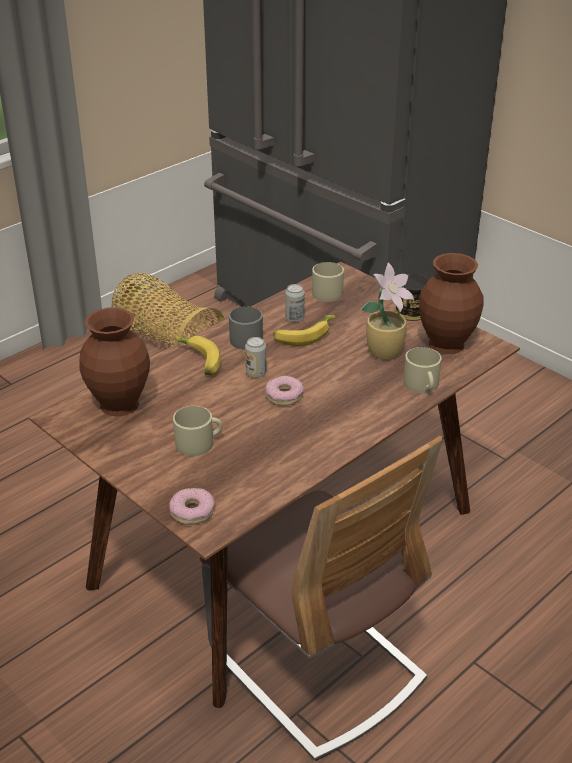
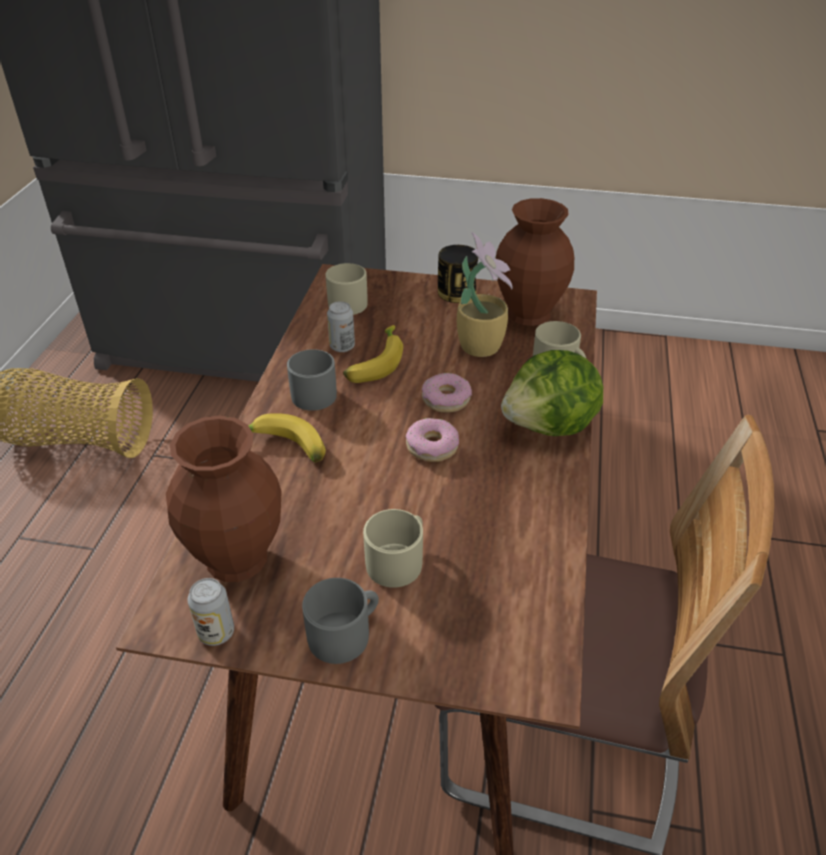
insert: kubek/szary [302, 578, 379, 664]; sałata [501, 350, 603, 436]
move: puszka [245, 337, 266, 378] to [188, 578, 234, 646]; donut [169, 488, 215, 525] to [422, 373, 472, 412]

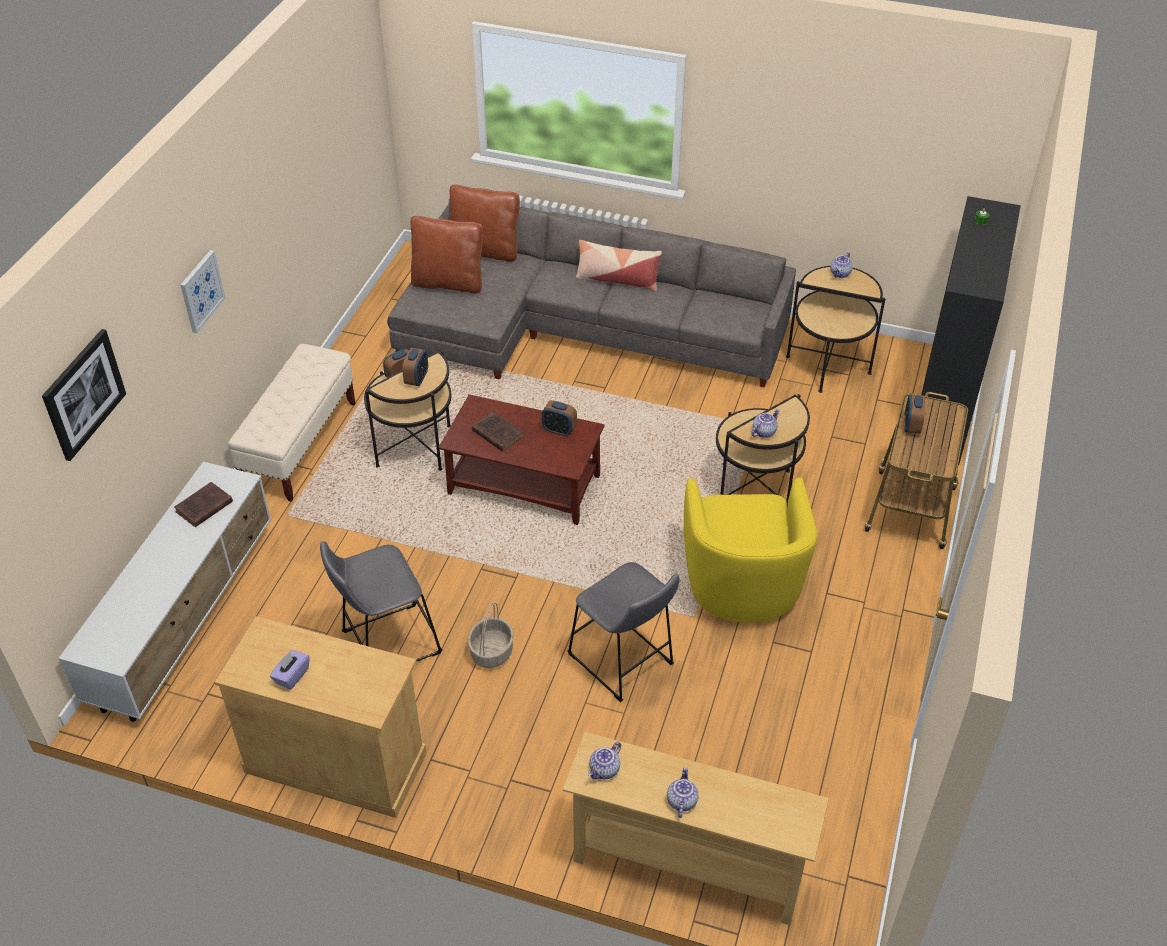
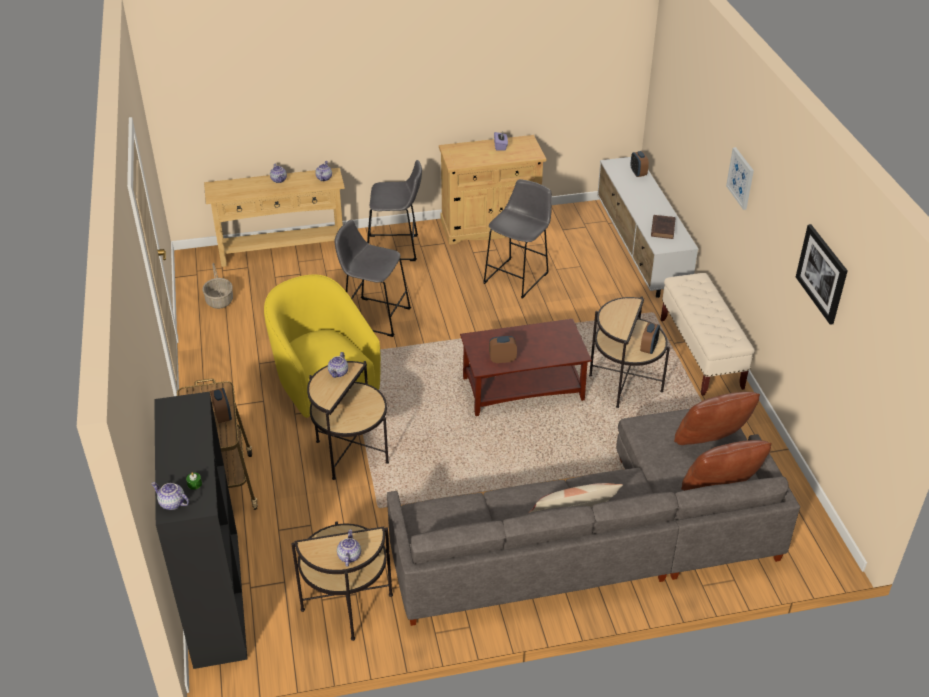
delete: książka/brązowy [472, 411, 524, 452]
insert: imbryk [151, 482, 189, 510]; stołek/szary [367, 160, 422, 261]
move: koszyk [468, 603, 514, 668] to [202, 263, 233, 309]; budzik [402, 348, 428, 386] to [631, 151, 649, 177]; obraz [42, 329, 126, 461] to [796, 224, 848, 325]

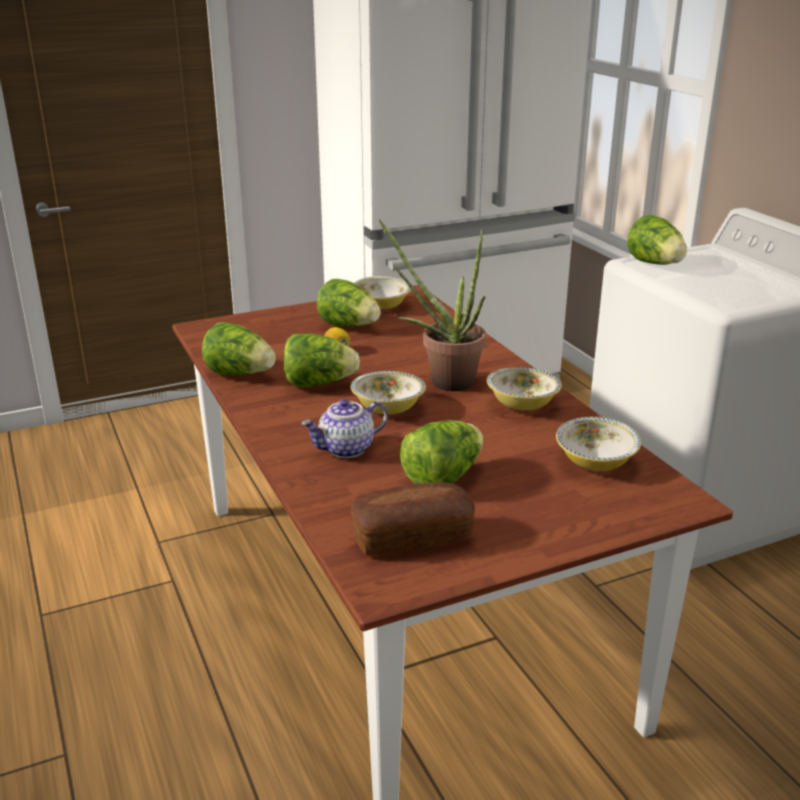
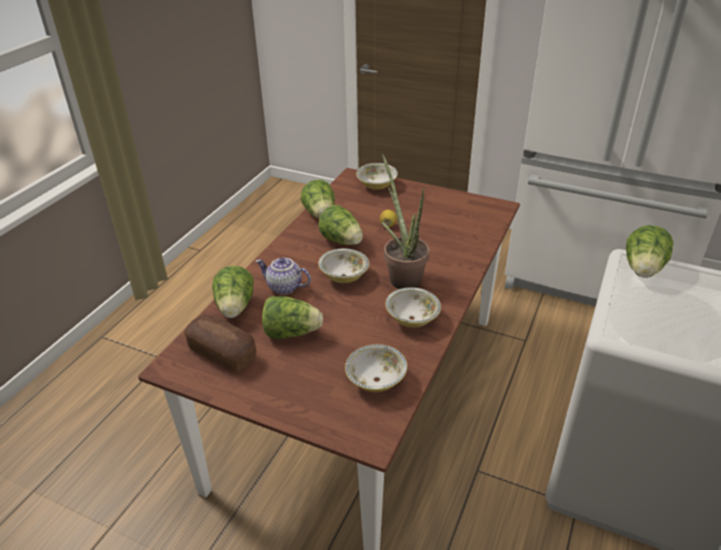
move: sałata [317, 279, 381, 327] to [212, 266, 254, 318]; miska [355, 276, 411, 309] to [356, 163, 398, 190]

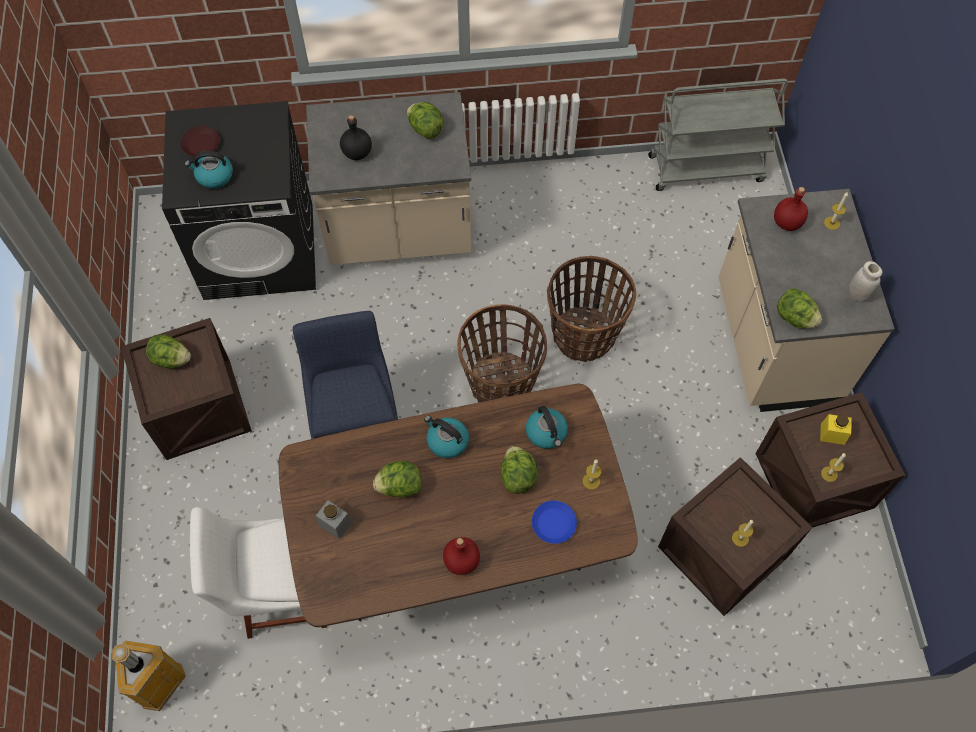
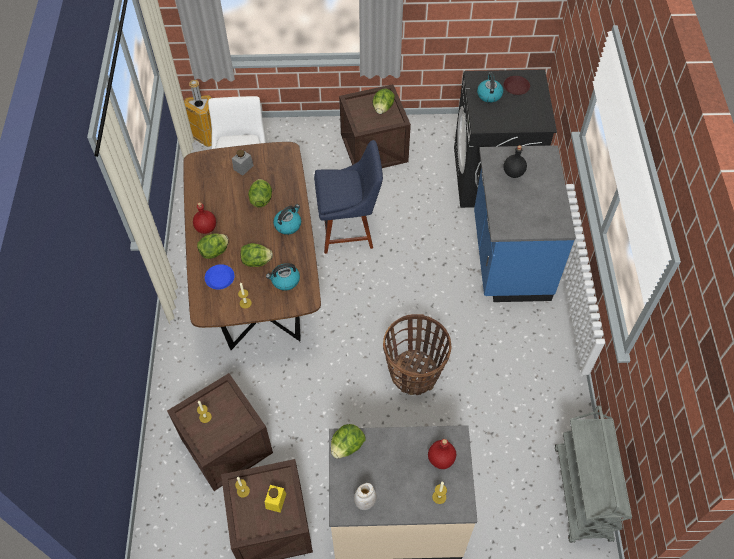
delete: koszyk [457, 304, 547, 403]
move: sałata [407, 102, 443, 139] to [197, 233, 229, 259]
recolor: zabudowa kuchenna/beżowy [306, 92, 471, 265] to zabudowa kuchenna/niebieski [474, 145, 576, 302]

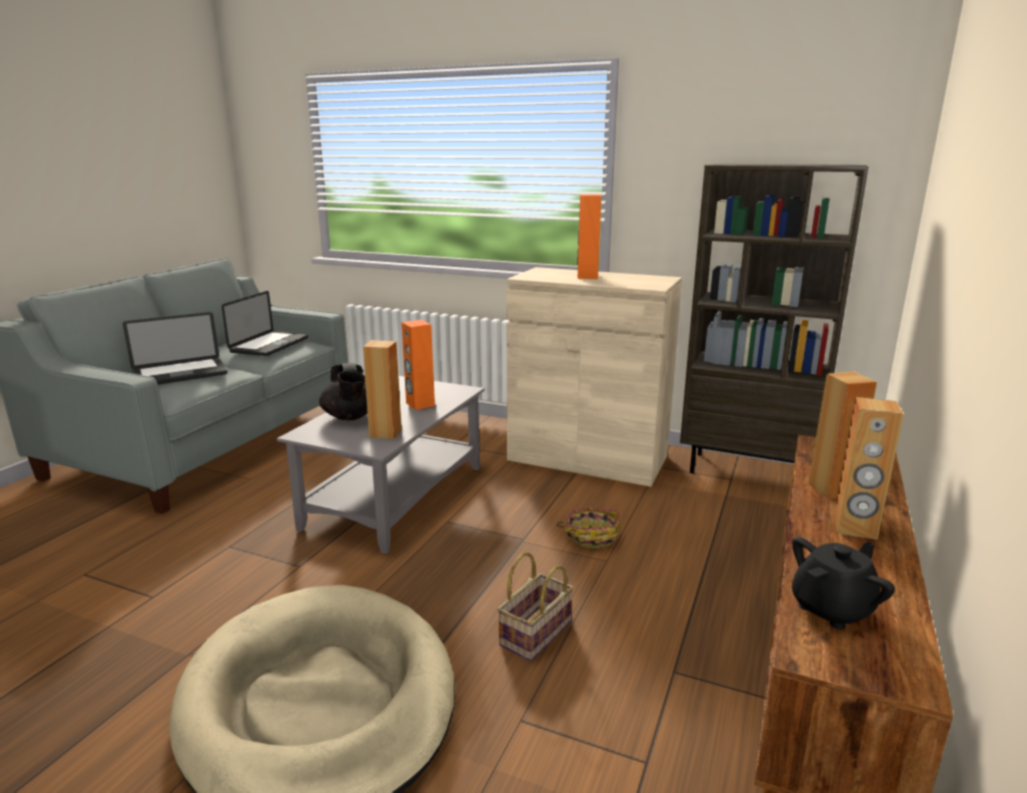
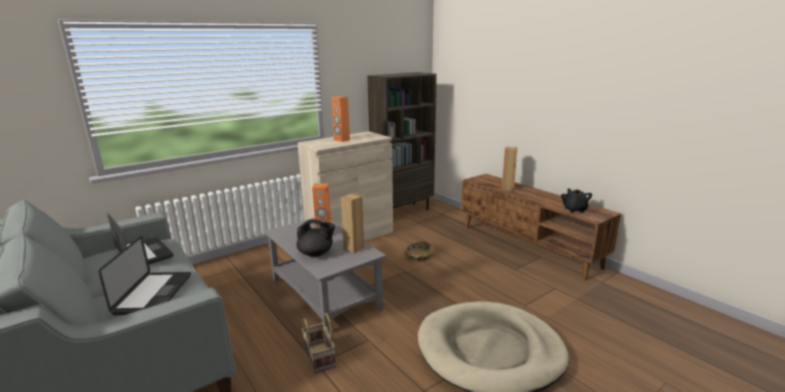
delete: głośnik/brązowy [834, 397, 904, 540]
move: koszyk [497, 552, 574, 661] to [302, 313, 336, 374]

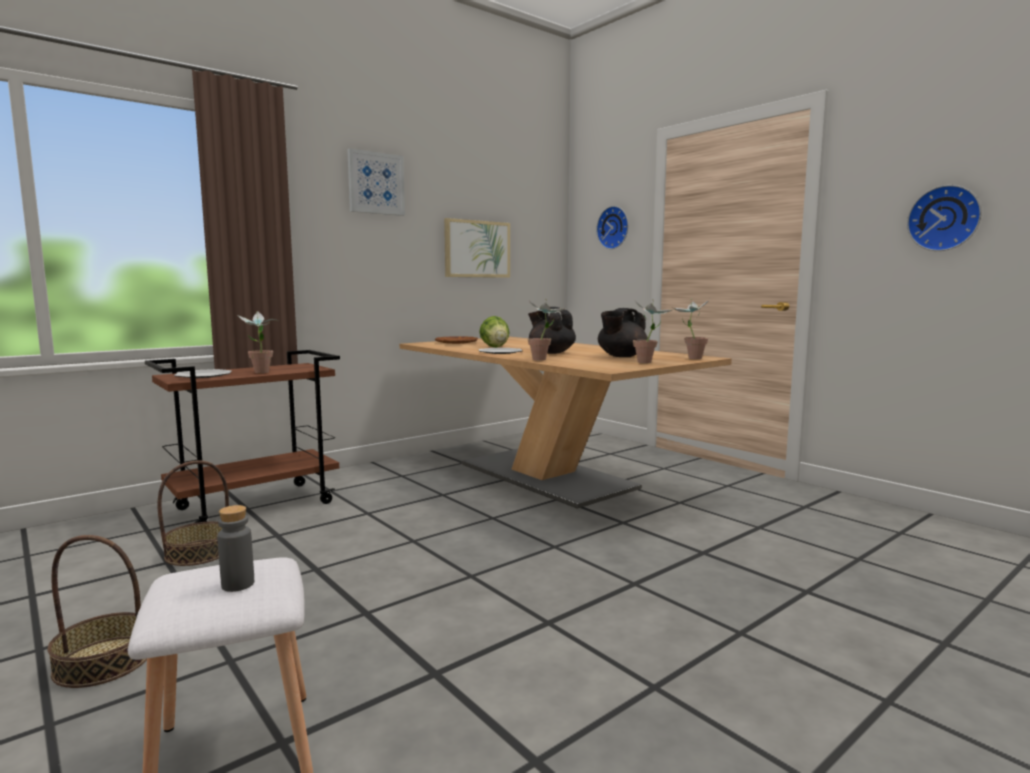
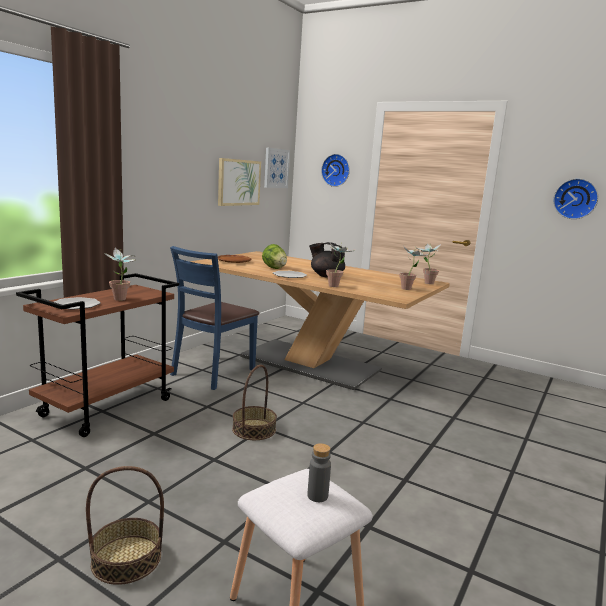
delete: imbryk/czarny [598, 308, 648, 357]
insert: krzesło/niebieski [170, 246, 259, 390]
move: koszyk [157, 460, 229, 566] to [232, 365, 277, 440]; obraz [347, 148, 405, 216] to [264, 147, 290, 188]

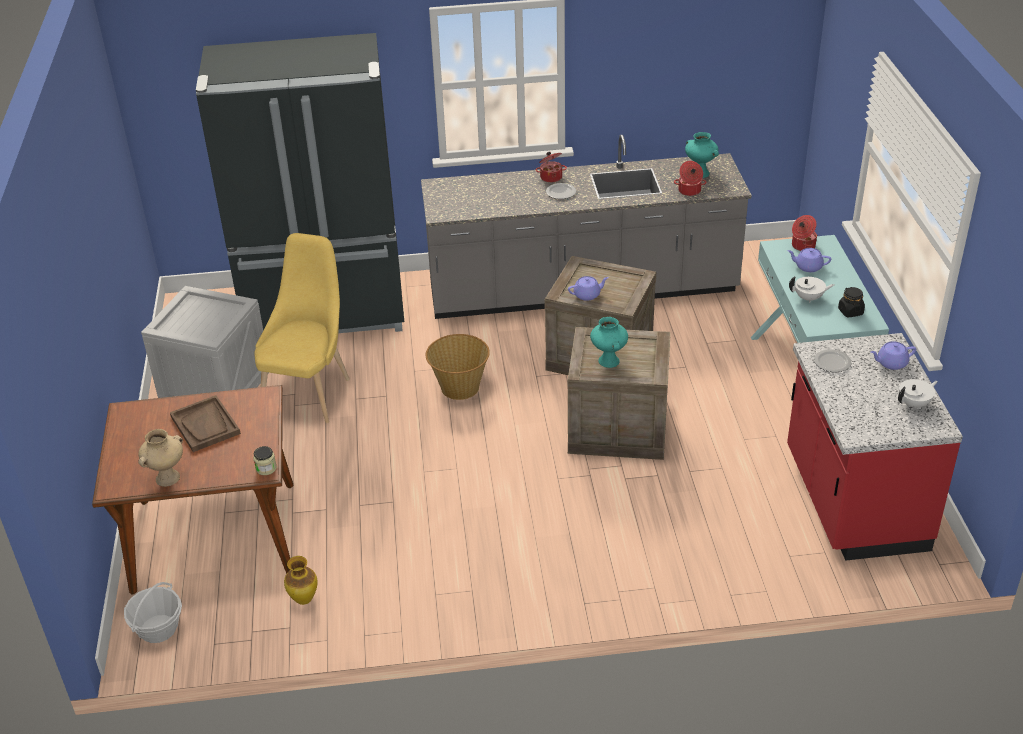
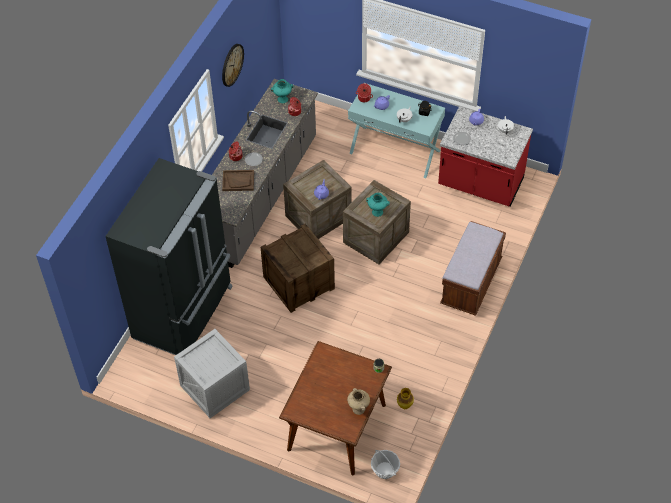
delete: krzesło/żółty [254, 233, 350, 423]
insert: zegar ścienny [222, 44, 244, 87]; ławka/brązowy [440, 221, 506, 316]
move: taca/brązowy [170, 395, 241, 452] to [222, 170, 254, 191]
replace: koszyk [426, 334, 490, 400] to skrzynka [261, 224, 335, 313]

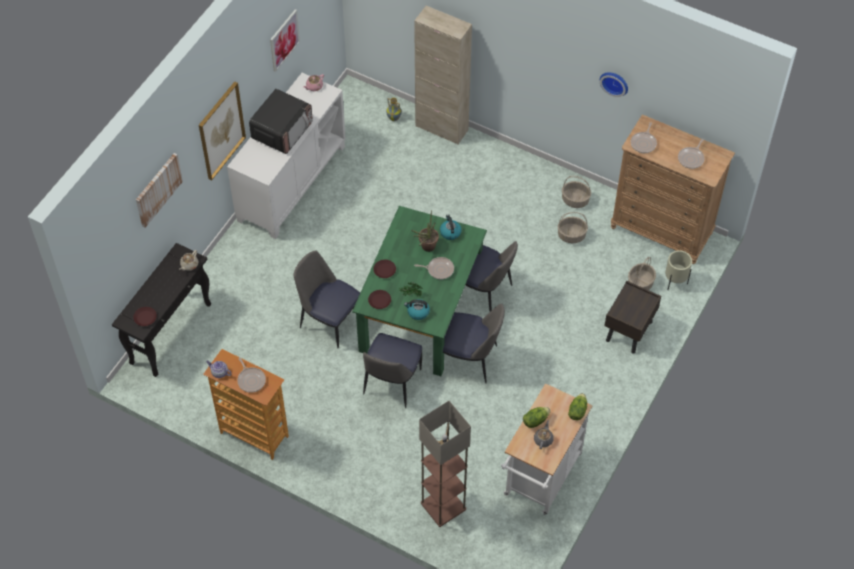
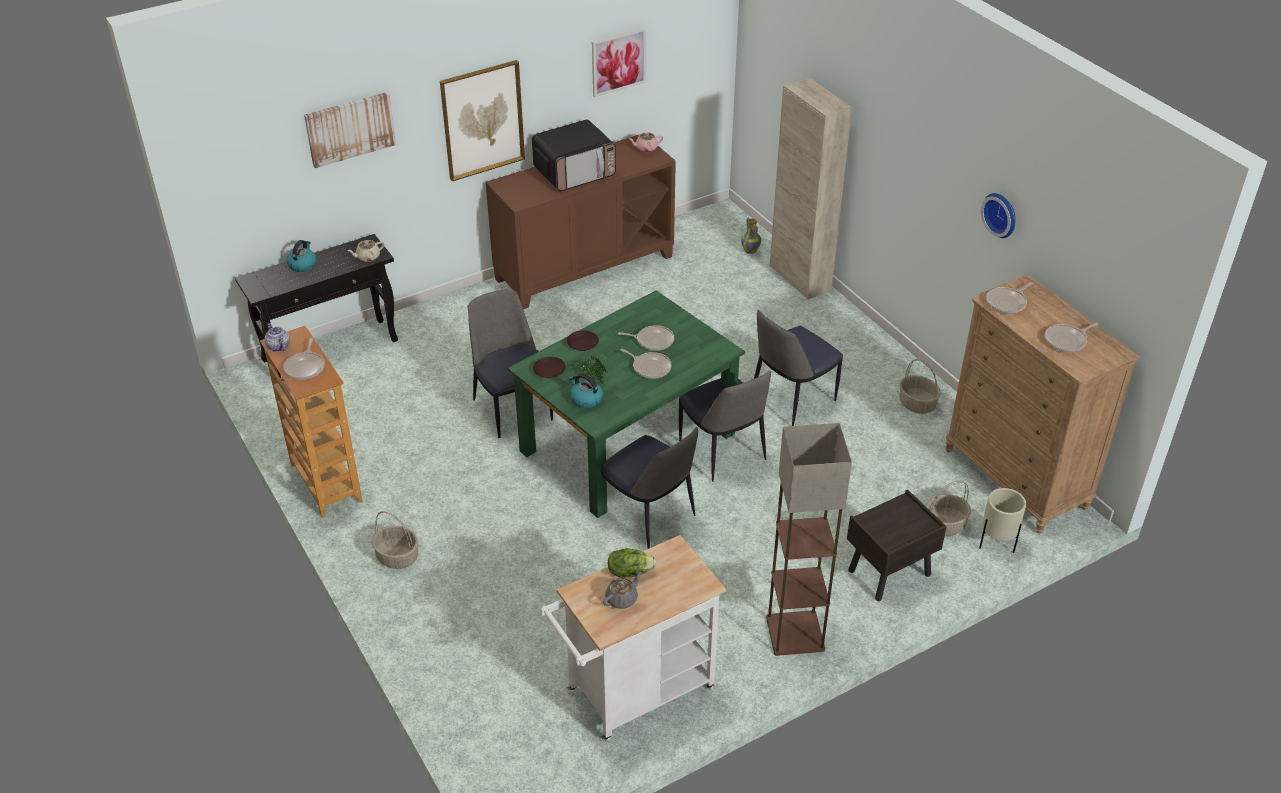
delete: talerz/brązowy [133, 307, 157, 326]; sałata [568, 393, 587, 420]
move: czajnik [440, 214, 462, 240] to [287, 240, 317, 272]; koszyk [558, 212, 588, 243] to [372, 511, 418, 569]; krzesło [363, 333, 422, 408] to [754, 310, 843, 426]; lampa stojąca [419, 401, 471, 527] to [766, 423, 852, 656]
replace: roślina doniczkowa [411, 210, 439, 252] to patelnia [618, 325, 674, 351]
recolor: szafka/biały [227, 73, 346, 239] to szafka/brązowy [486, 135, 676, 309]

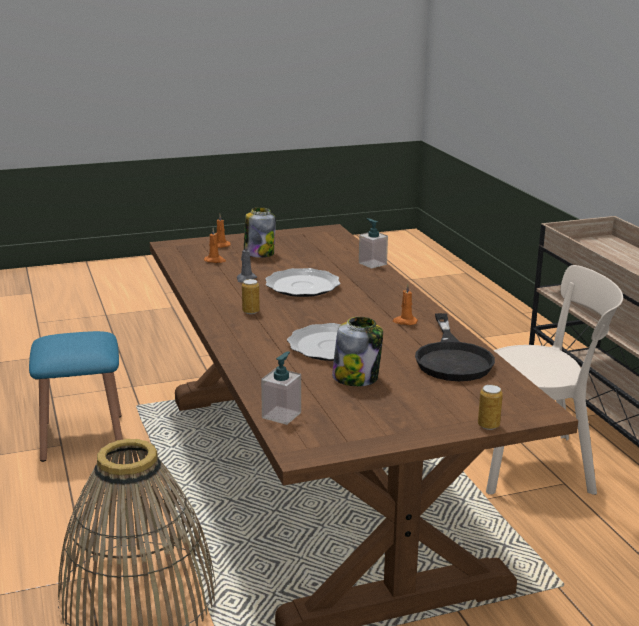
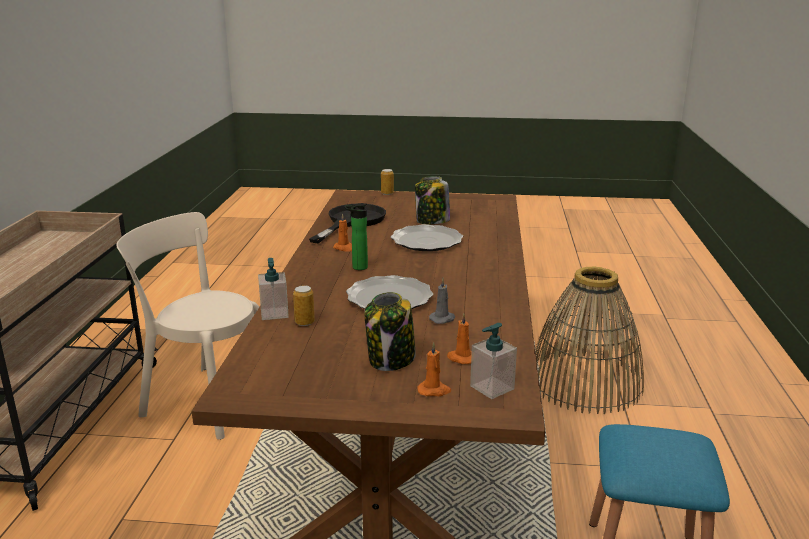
insert: butelka [344, 203, 368, 270]
move: puszka [242, 279, 260, 314] to [293, 285, 315, 326]; dozownik mydła [261, 351, 301, 425] to [470, 323, 517, 399]

